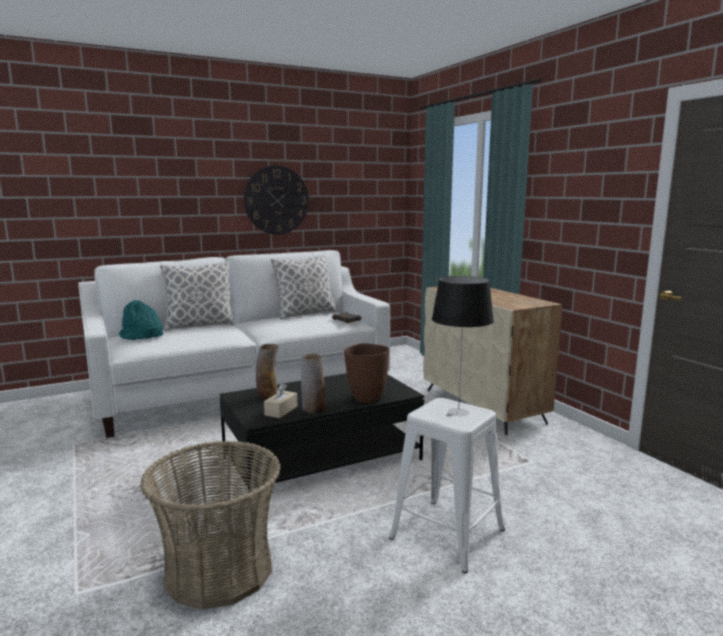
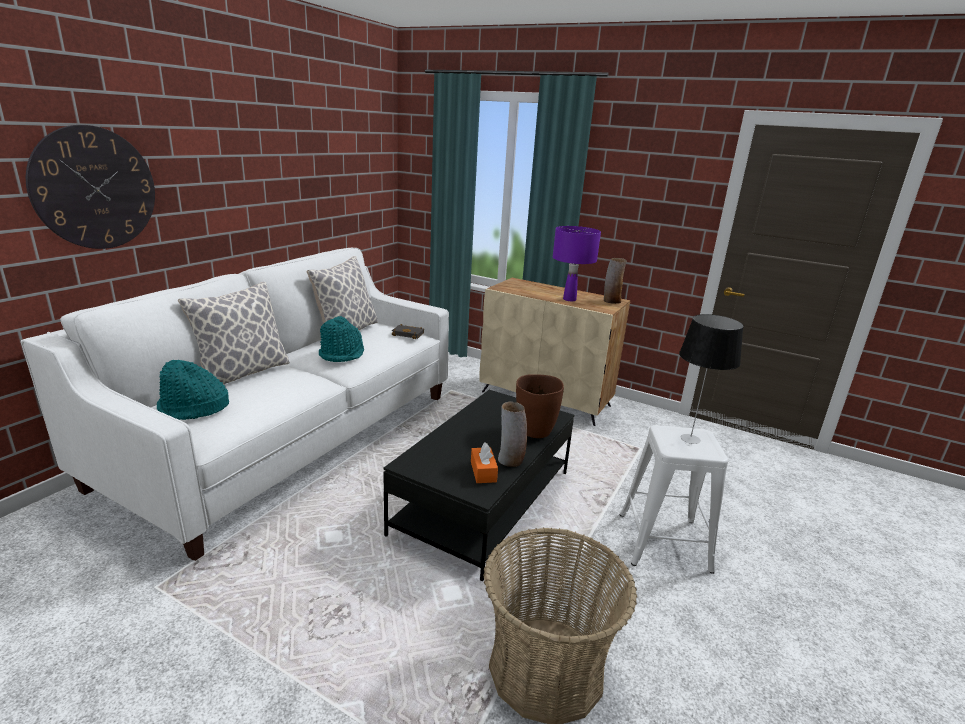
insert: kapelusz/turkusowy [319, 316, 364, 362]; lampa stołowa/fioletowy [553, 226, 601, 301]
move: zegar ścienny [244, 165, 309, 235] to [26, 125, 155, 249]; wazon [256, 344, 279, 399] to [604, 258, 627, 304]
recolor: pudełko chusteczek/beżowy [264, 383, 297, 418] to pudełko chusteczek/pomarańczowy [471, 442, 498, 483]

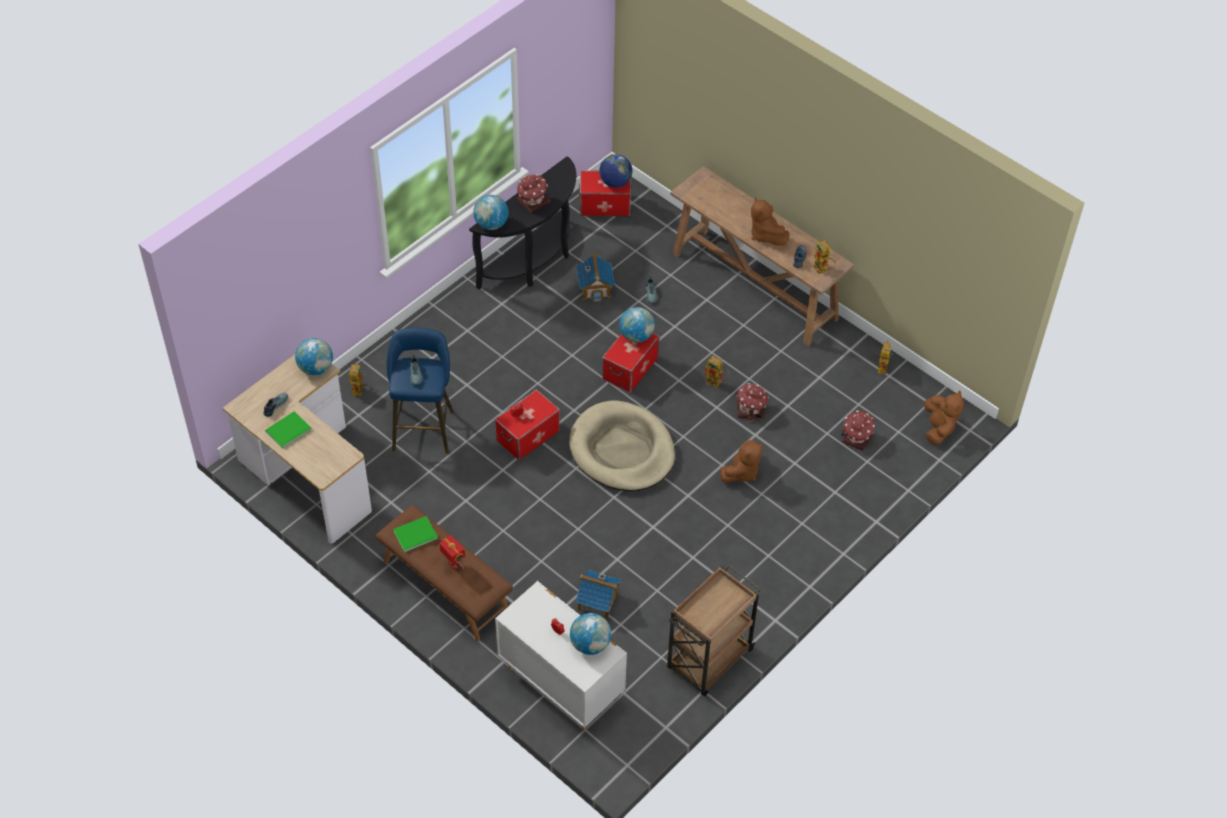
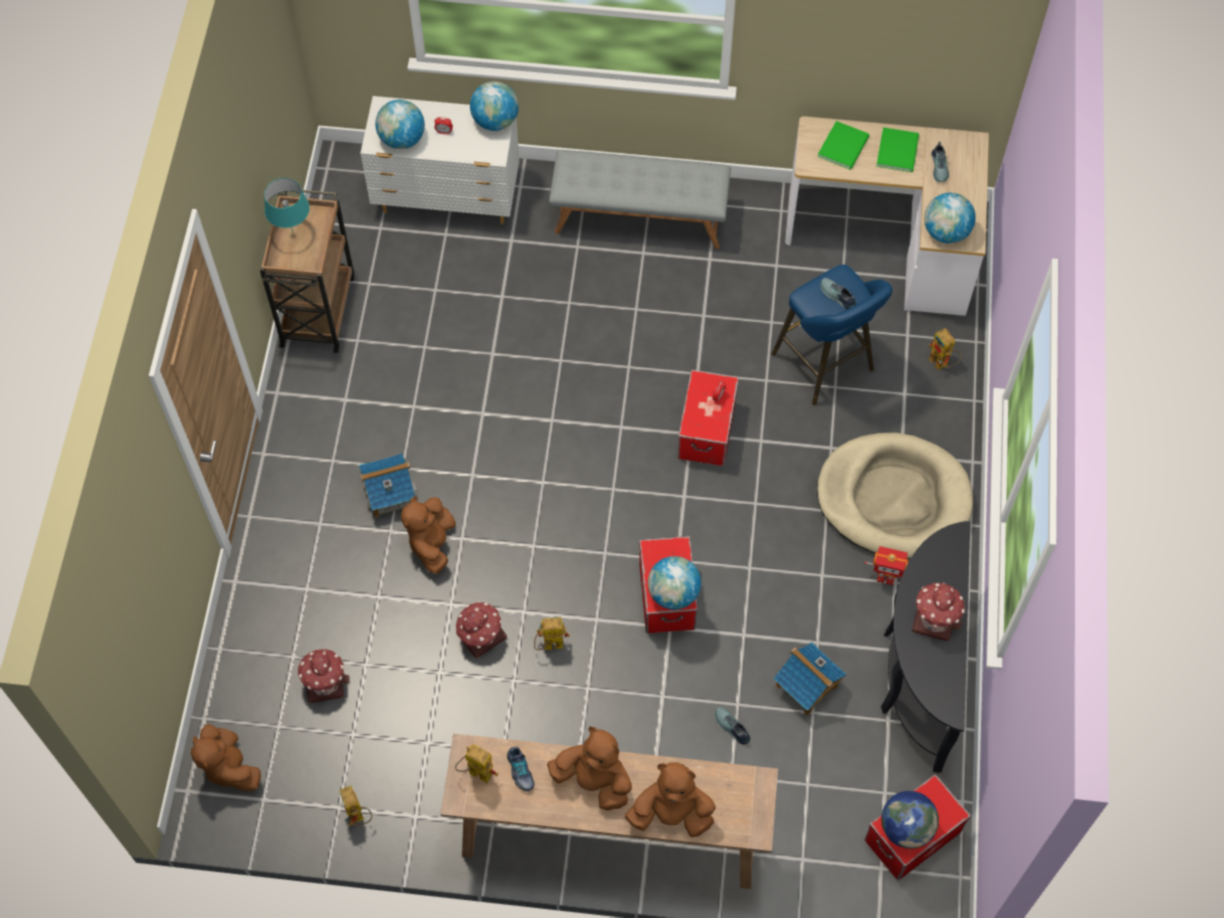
insert: lampa stołowa/turkusowy [264, 178, 310, 232]; pluszak/brązowy [625, 762, 716, 837]
move: domek [576, 570, 621, 619] to [359, 453, 418, 518]; globus [473, 195, 509, 230] to [470, 81, 519, 131]; książka/zielony [393, 516, 438, 552] to [817, 121, 870, 170]; legowisko/beżowy [569, 400, 675, 491] to [817, 432, 973, 559]; robot zabawkowy [439, 535, 465, 570] to [865, 546, 908, 585]
recolor: ławka/brązowy [376, 505, 513, 641] to ławka/szary [549, 150, 731, 249]

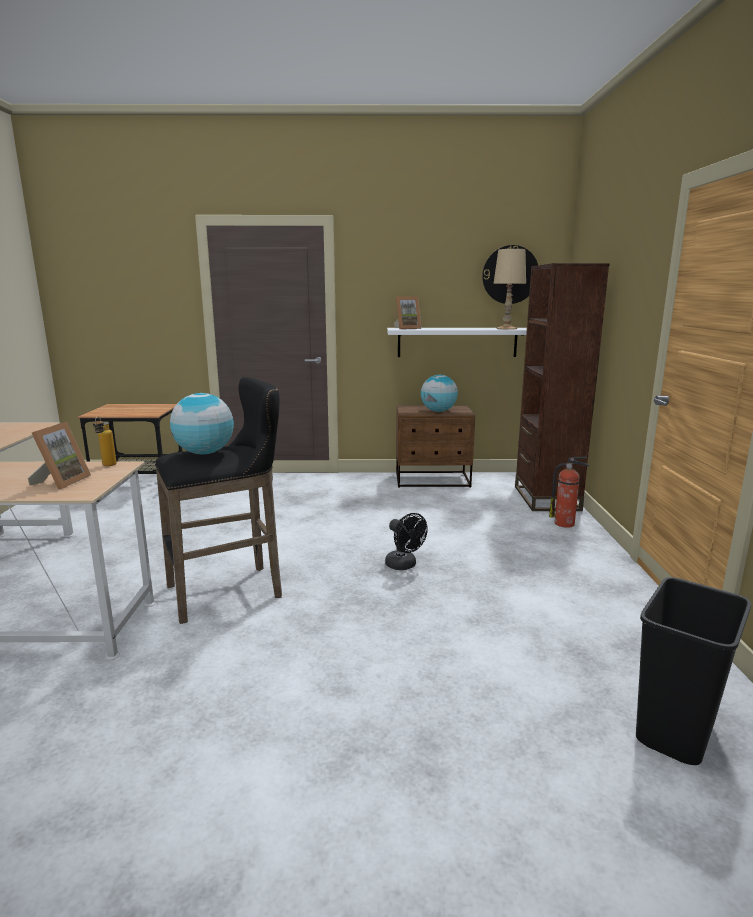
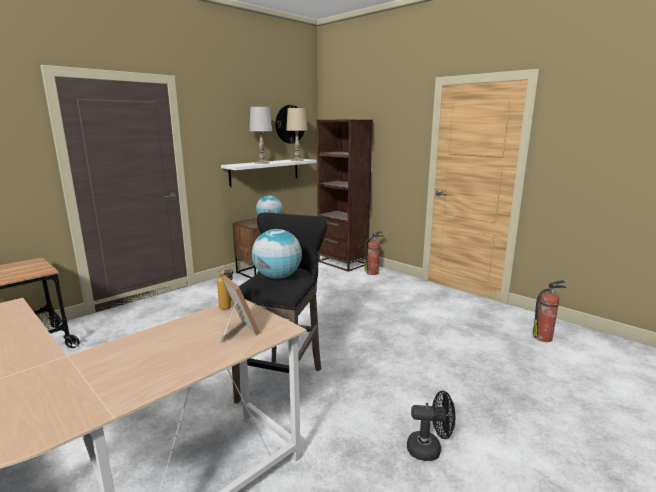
delete: ramka na zdjęcie [394, 296, 421, 329]
insert: lampa stołowa/biały [249, 107, 272, 164]
move: wentylator/czarny [385, 513, 428, 570] to [407, 391, 455, 461]
replace: kosz na śmieci/czarny [636, 577, 751, 765] to gaśnica [533, 280, 567, 342]

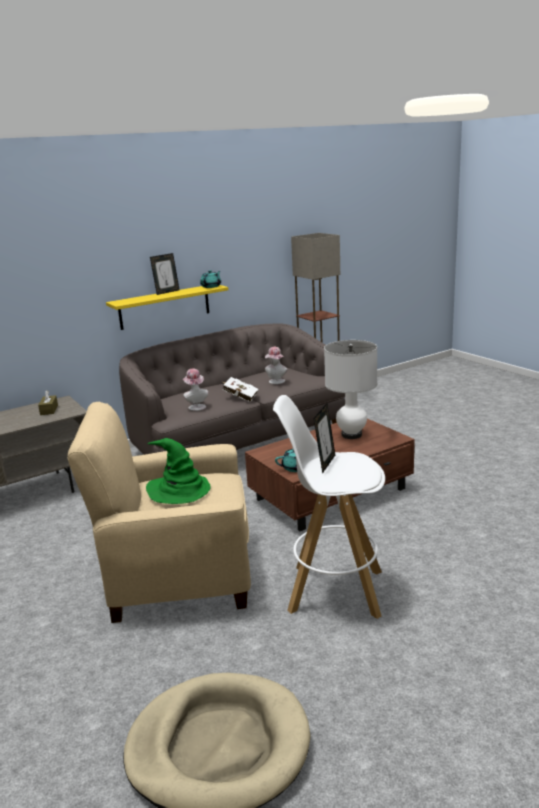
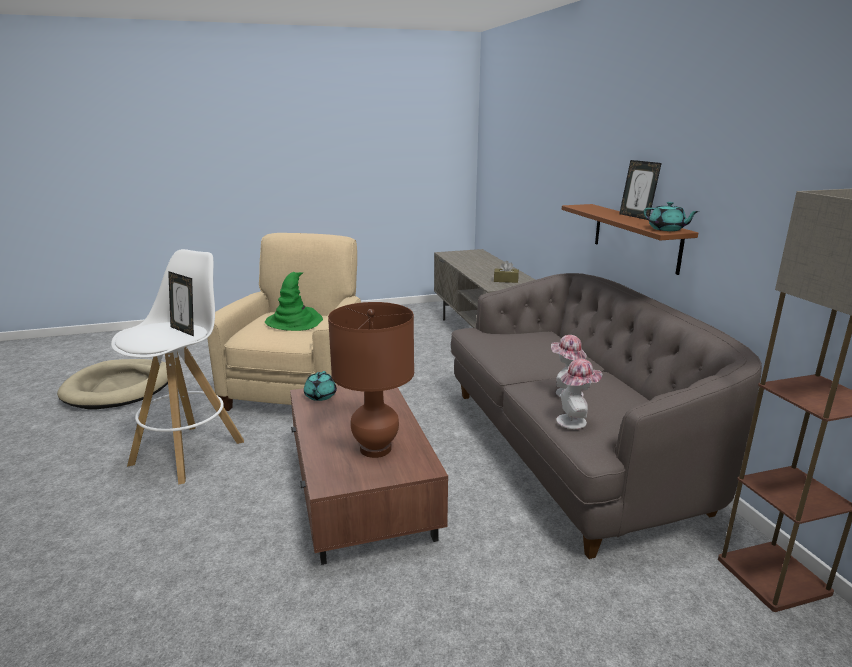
delete: książka/biały [222, 377, 258, 402]
move: kapelusz [183, 368, 208, 411] to [556, 359, 603, 429]
recolor: lampa stołowa/biały [324, 340, 377, 439] to lampa stołowa/brązowy [328, 302, 414, 458]; półka/żółty [106, 285, 228, 330] to półka/brązowy [562, 204, 698, 275]

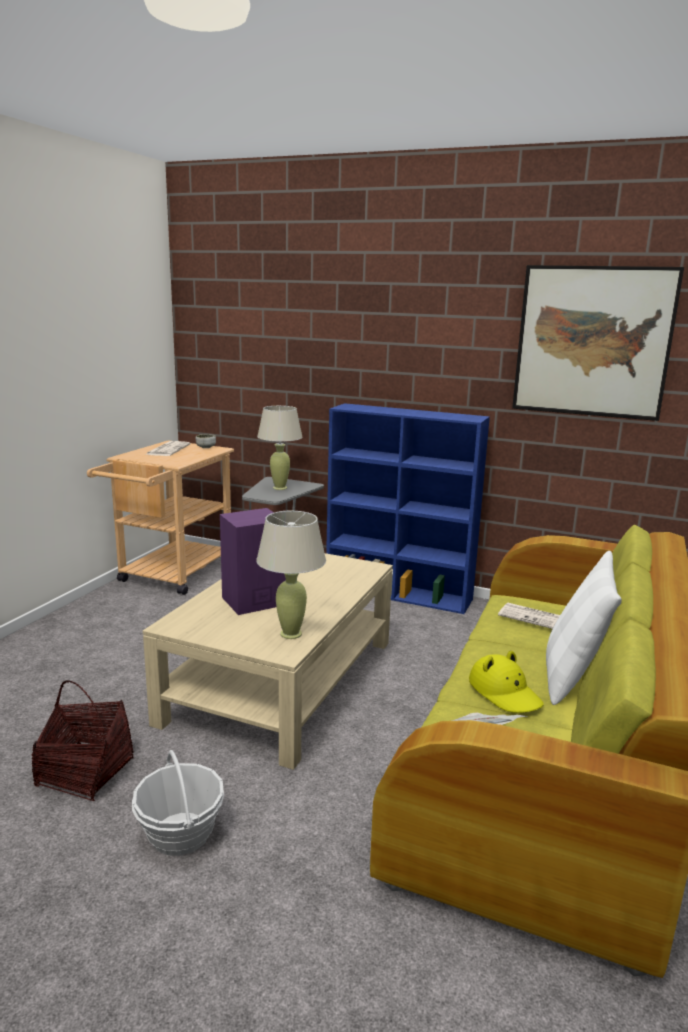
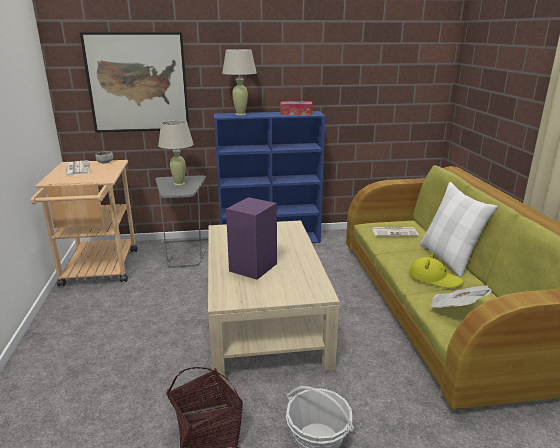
insert: pudełko chusteczek [281, 102, 313, 115]
move: obraz [512, 265, 684, 421] to [80, 32, 189, 133]; lampa stołowa/beżowy [256, 511, 326, 639] to [222, 49, 257, 115]

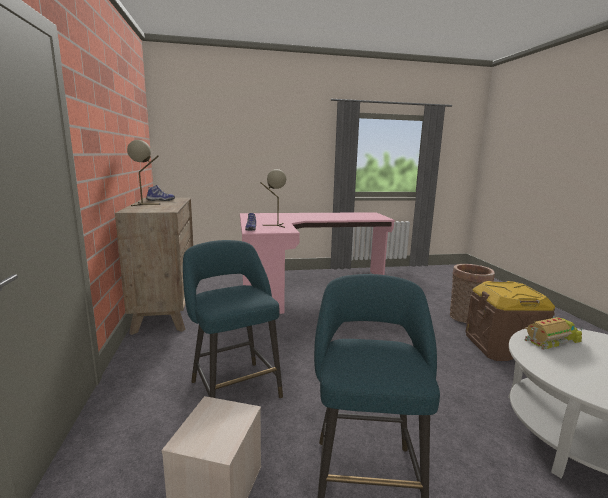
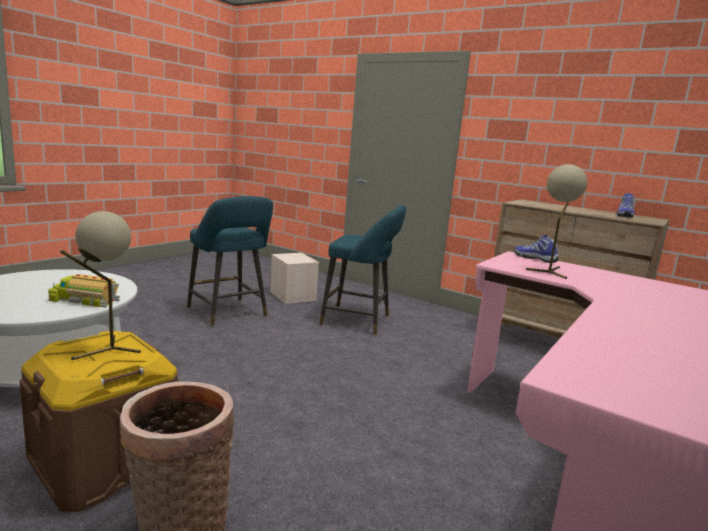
move: lampa stołowa/beżowy [127, 140, 160, 206] to [59, 211, 141, 360]
rotate: ciężarówka zabawkowa [525, 316, 583, 350] = [48, 274, 120, 308] 75 degrees clockwise

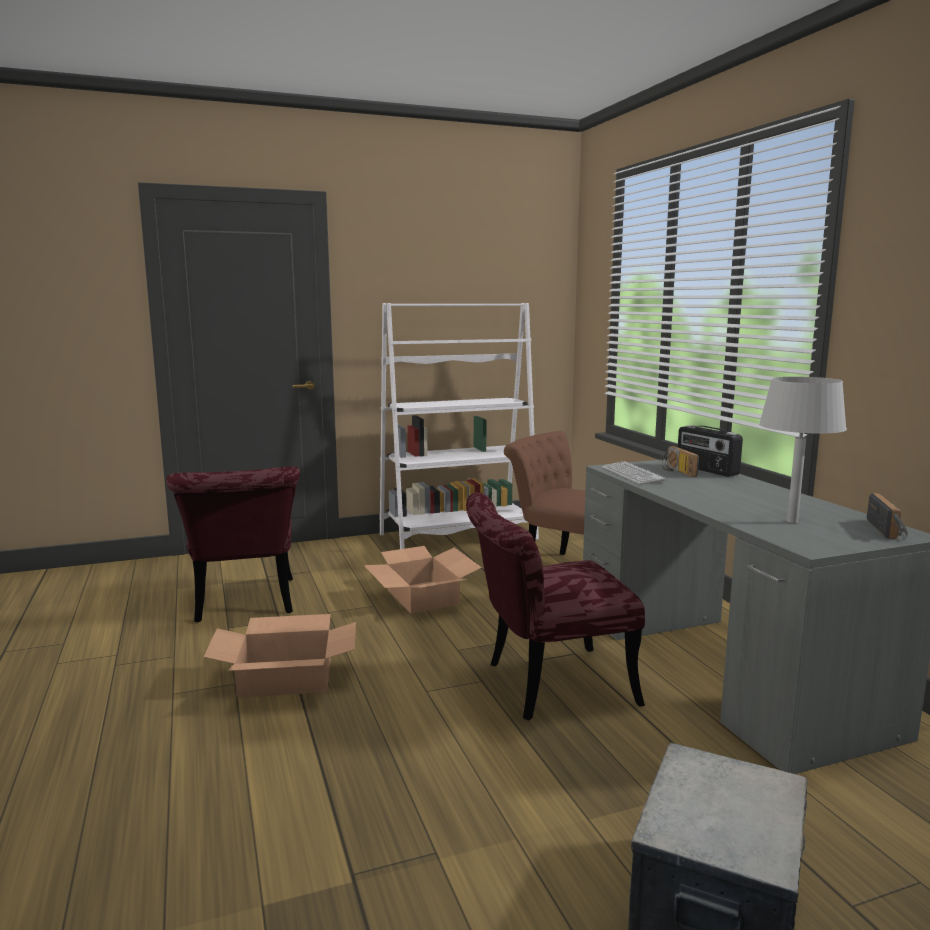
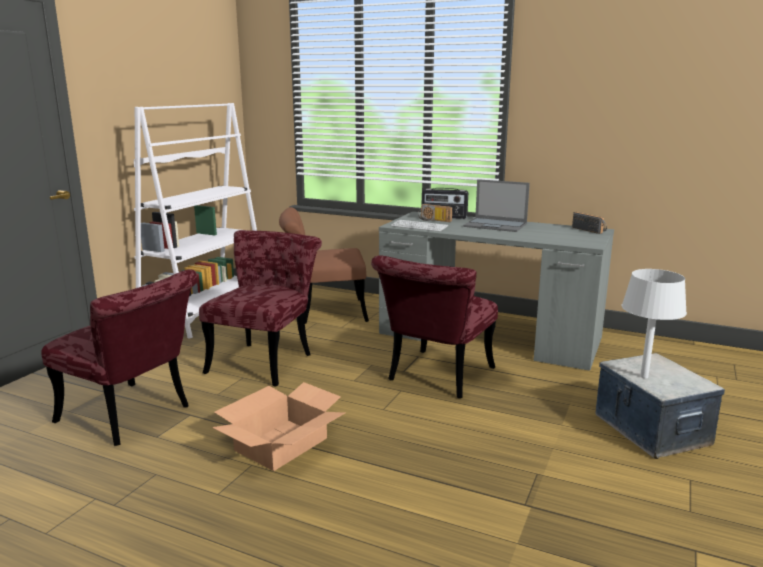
insert: laptop [463, 179, 530, 232]
move: lampa stołowa/szary [759, 377, 847, 523] to [622, 269, 687, 378]
replace: karton [364, 546, 482, 614] to krzesło/czerwony [199, 230, 322, 387]

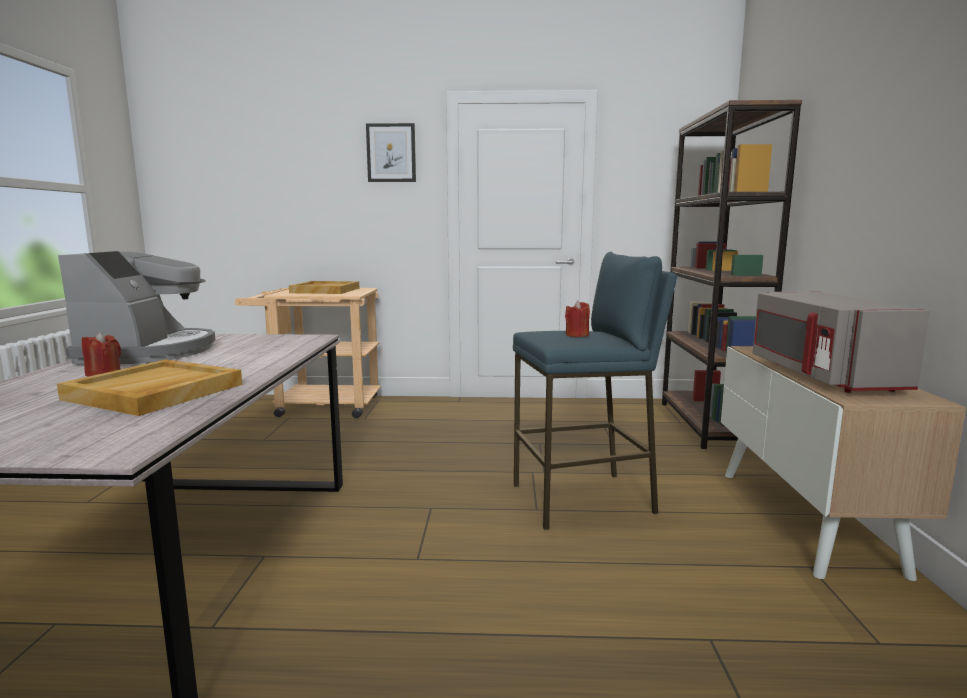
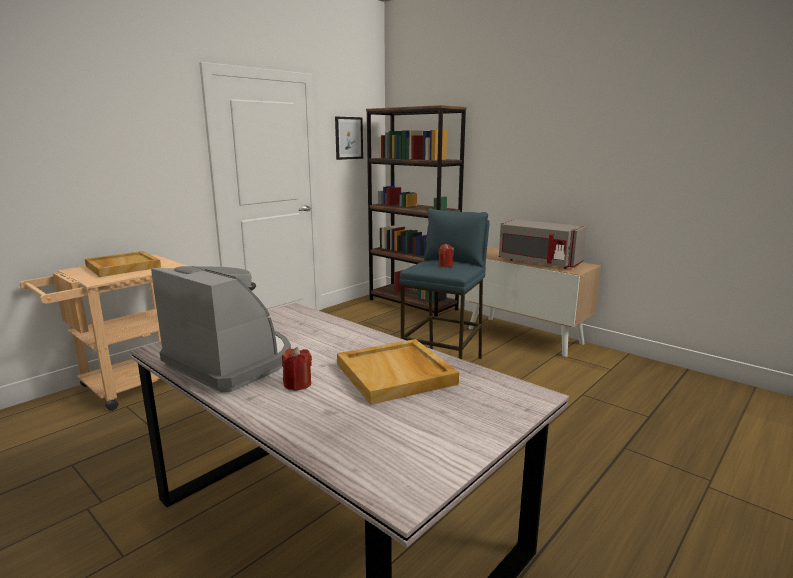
move: obraz [366, 123, 416, 182] to [335, 117, 363, 160]

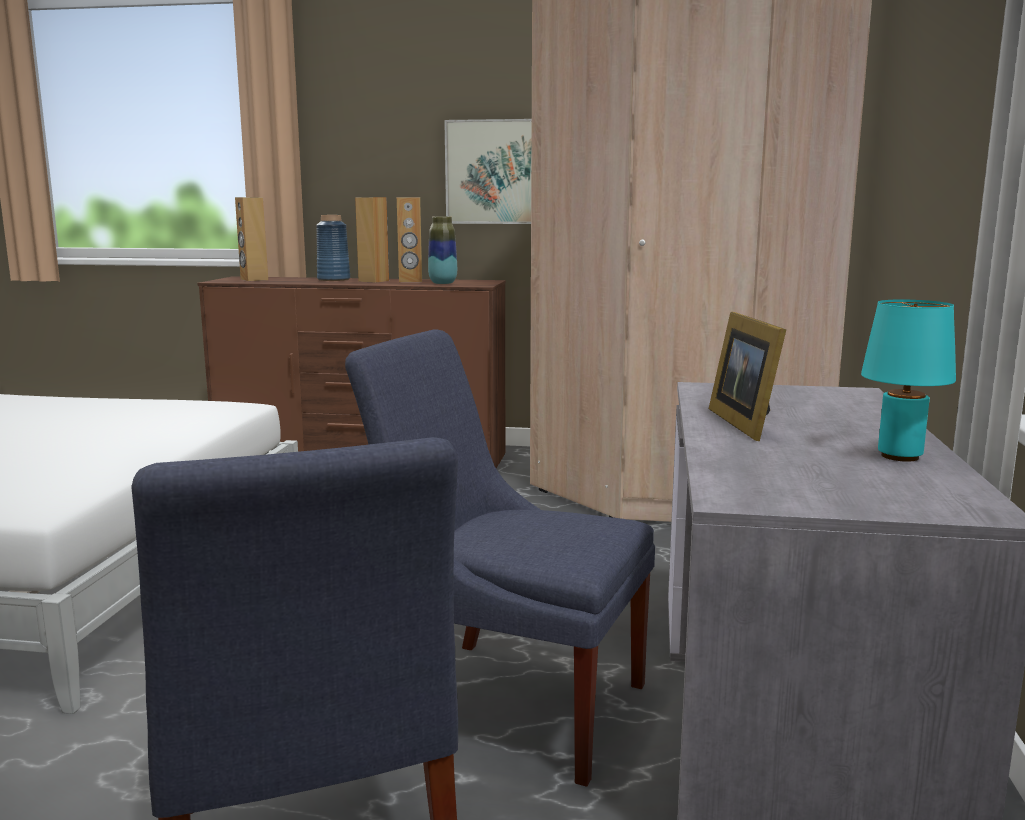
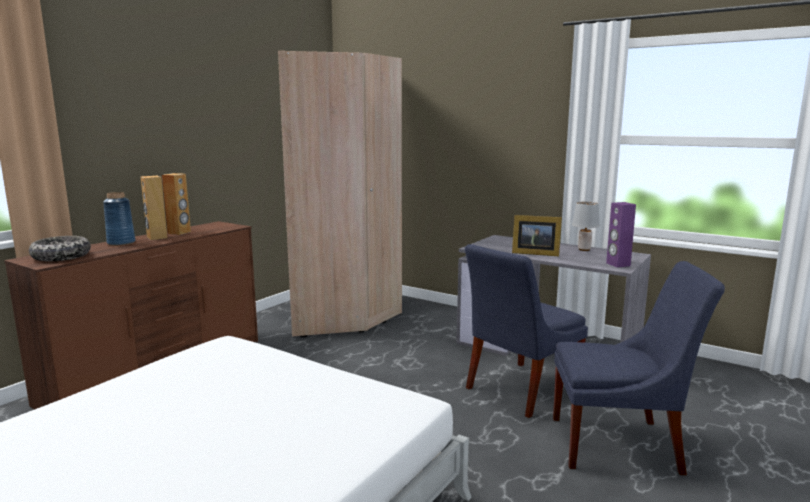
delete: wazon [428, 216, 457, 284]; obraz [444, 119, 532, 224]
insert: głośnik/fioletowy [606, 202, 636, 267]
replace: głośnik/brązowy [235, 197, 268, 281] to miska [29, 236, 91, 261]
recolor: lampa stołowa/turkusowy [861, 300, 956, 462] to lampa stołowa/szary [572, 202, 600, 251]

